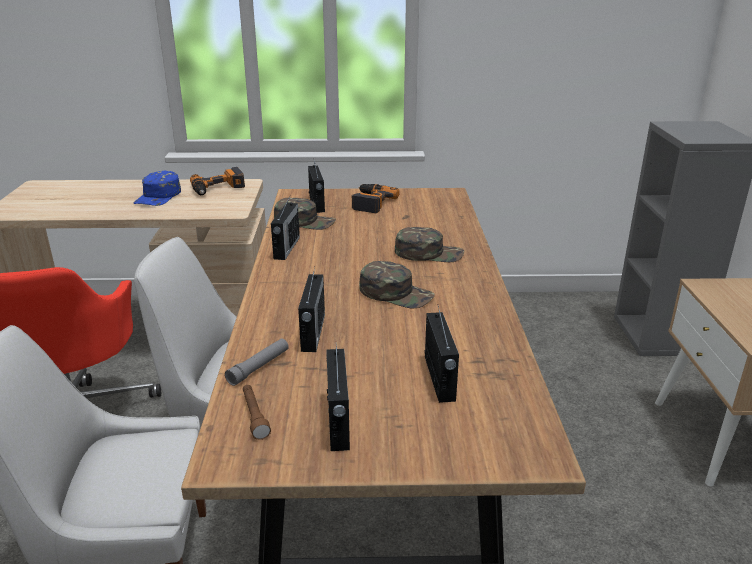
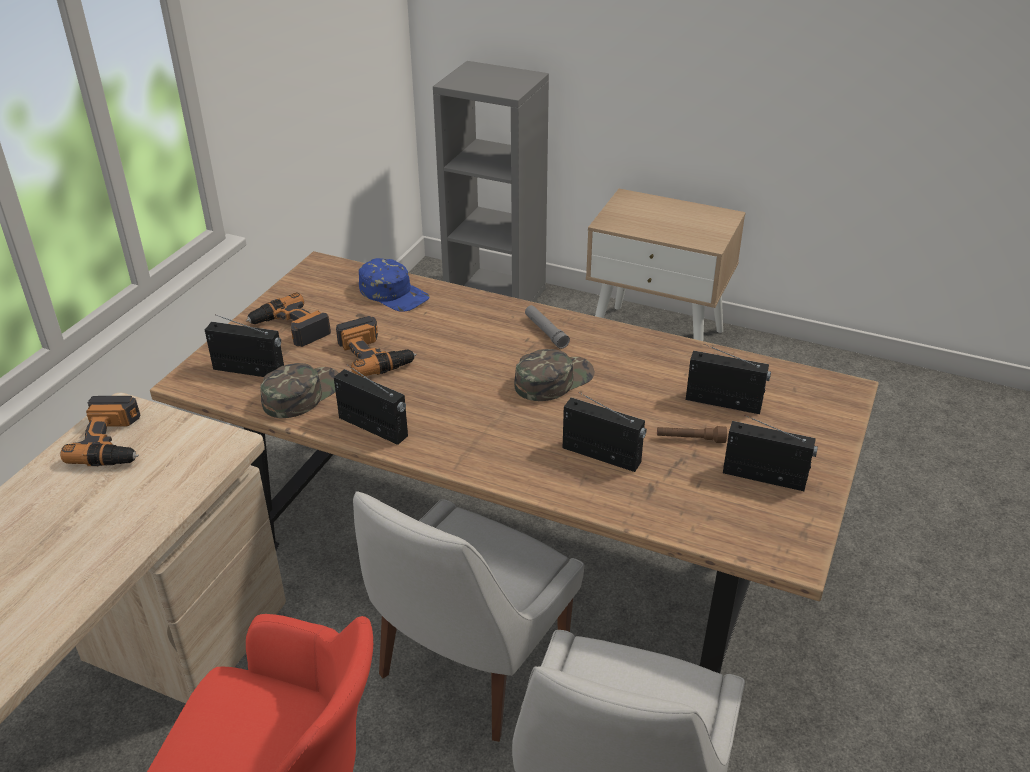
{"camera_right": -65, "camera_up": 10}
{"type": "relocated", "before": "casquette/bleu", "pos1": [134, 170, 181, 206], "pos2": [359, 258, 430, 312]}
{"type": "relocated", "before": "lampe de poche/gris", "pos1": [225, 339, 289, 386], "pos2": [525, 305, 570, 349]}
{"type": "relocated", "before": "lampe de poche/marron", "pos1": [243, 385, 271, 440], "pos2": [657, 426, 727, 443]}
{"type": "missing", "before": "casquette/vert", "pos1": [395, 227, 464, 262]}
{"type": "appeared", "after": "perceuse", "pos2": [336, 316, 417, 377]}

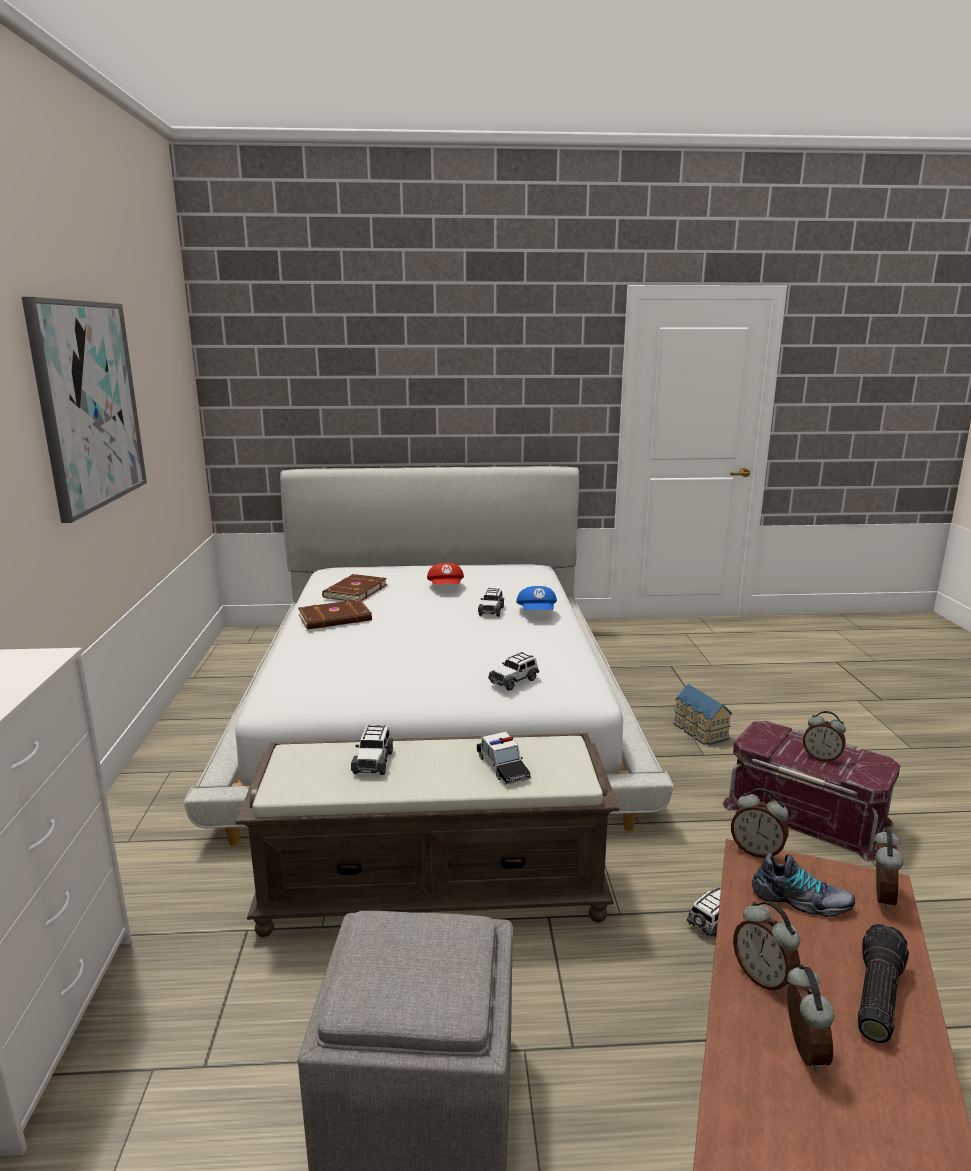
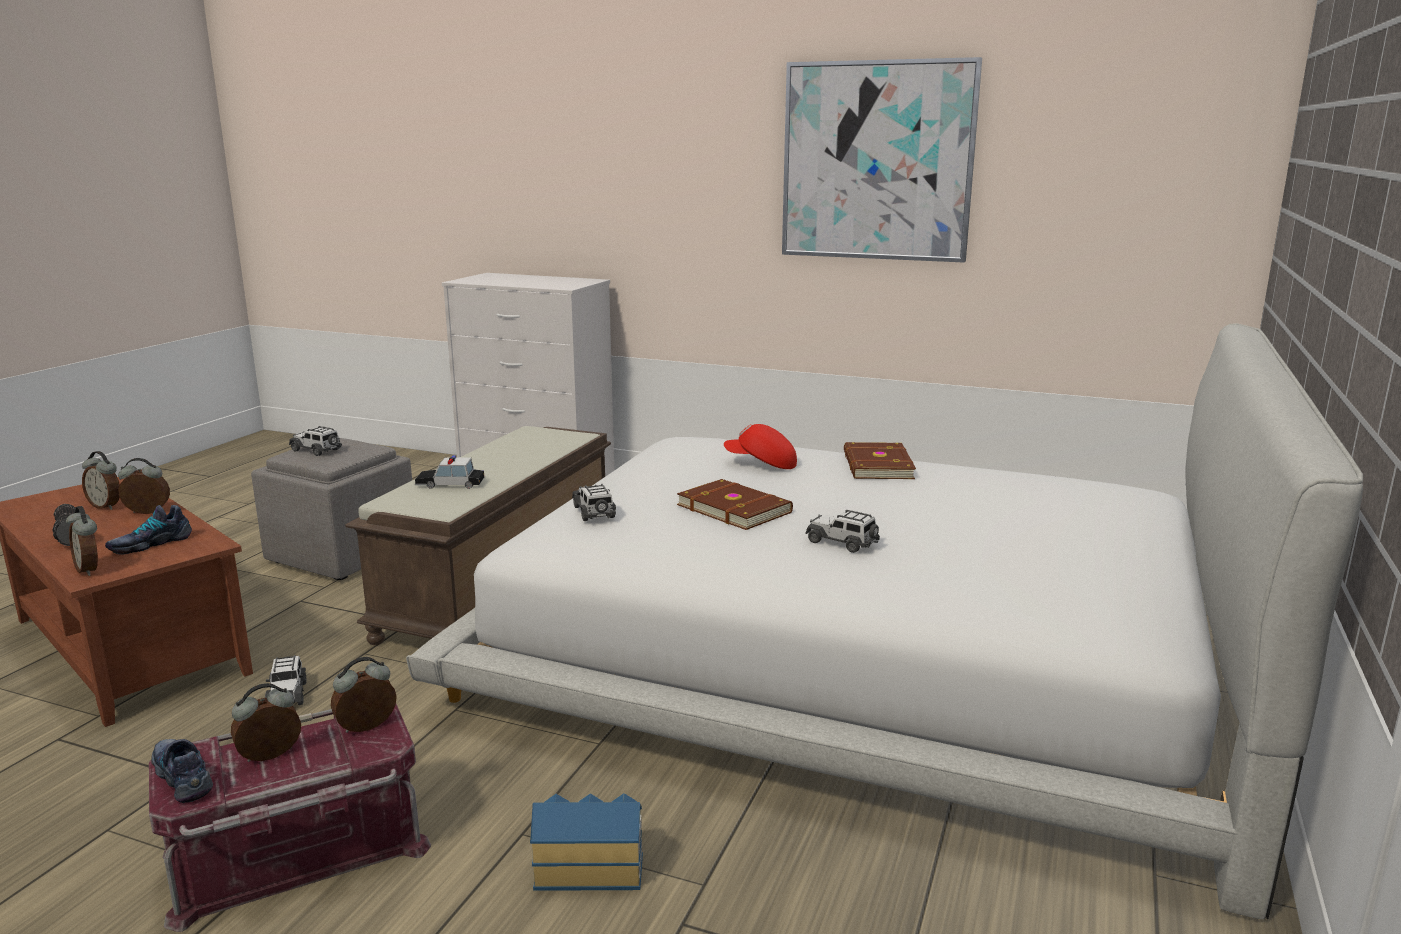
{"camera_right": 115, "camera_up": 0}
{"type": "relocated", "before": "livre/marron", "pos1": [322, 574, 387, 601], "pos2": [677, 479, 793, 530]}
{"type": "relocated", "before": "petite voiture", "pos1": [351, 725, 393, 775], "pos2": [289, 426, 342, 456]}
{"type": "relocated", "before": "casquette/rouge", "pos1": [427, 563, 464, 585], "pos2": [724, 424, 797, 469]}
{"type": "missing", "before": "casquette/bleu", "pos1": [516, 586, 557, 610]}
{"type": "relocated", "before": "réveil", "pos1": [731, 788, 789, 858], "pos2": [331, 657, 397, 733]}
{"type": "appeared", "after": "chaussure", "pos2": [151, 739, 213, 803]}

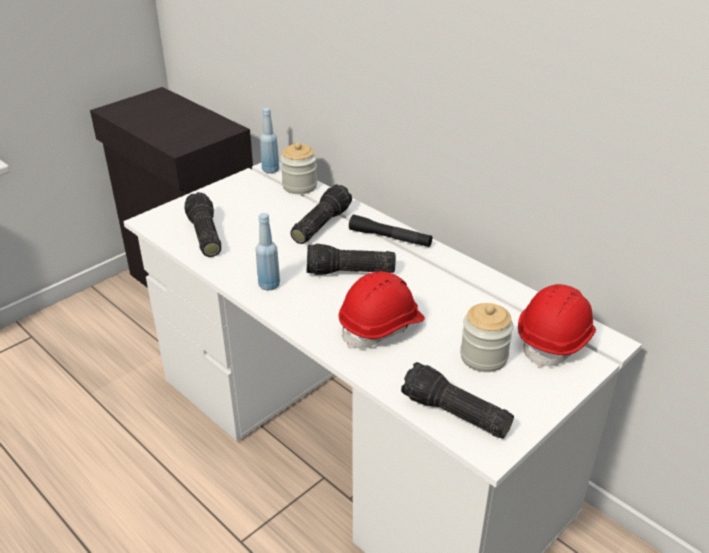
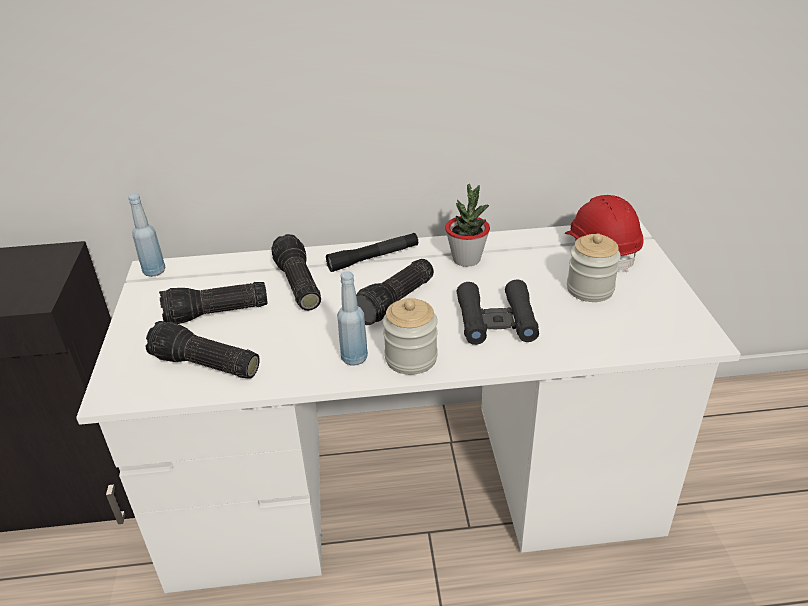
{"camera_right": -50, "camera_up": 0}
{"type": "relocated", "before": "bocal", "pos1": [280, 142, 317, 194], "pos2": [383, 298, 438, 375]}
{"type": "exchanged", "before": "casque de chantier/rouge", "after": "jumelles/noir", "pos1": [338, 271, 425, 349], "pos2": [457, 280, 539, 345]}
{"type": "relocated", "before": "lampe de poche", "pos1": [401, 362, 514, 439], "pos2": [159, 282, 267, 324]}
{"type": "appeared", "after": "plante en pot", "pos2": [445, 184, 490, 267]}

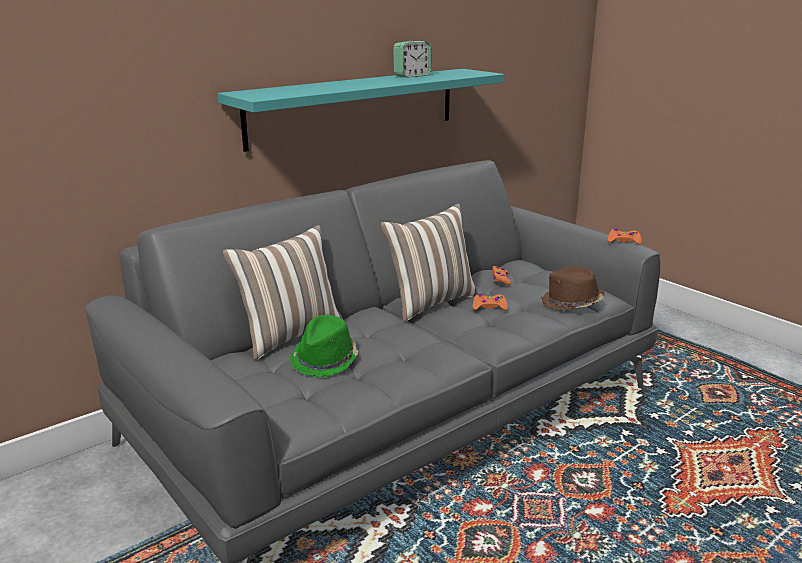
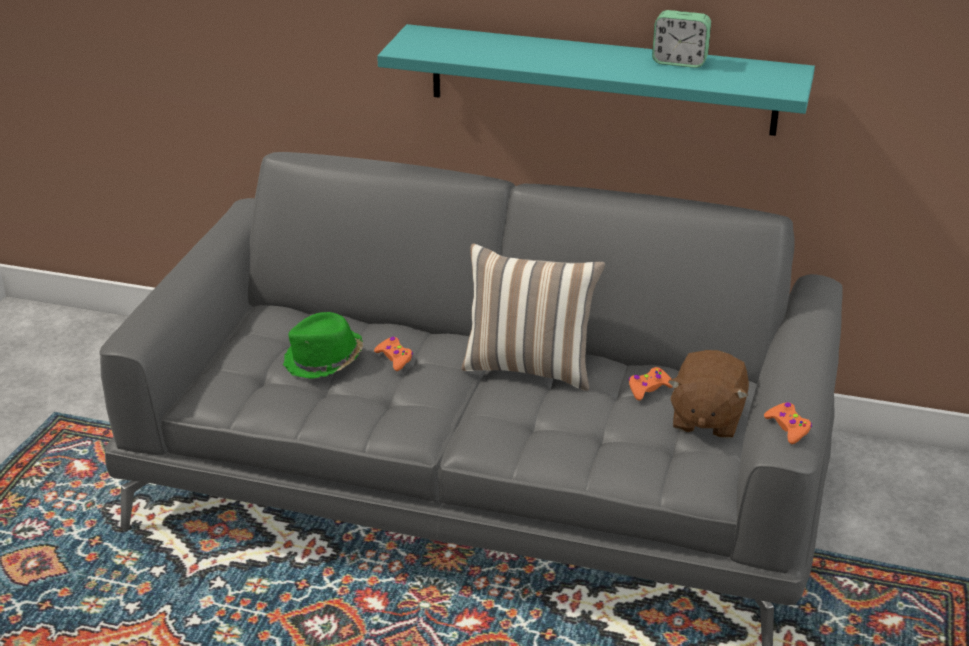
{"camera_right": 55, "camera_up": 10}
{"type": "missing", "before": "coussin", "pos1": [223, 225, 343, 360]}
{"type": "relocated", "before": "manette/orange", "pos1": [473, 294, 508, 311], "pos2": [374, 337, 413, 371]}
{"type": "missing", "before": "chapeau/marron", "pos1": [541, 266, 605, 310]}
{"type": "appeared", "after": "peluche/marron", "pos2": [668, 350, 749, 439]}

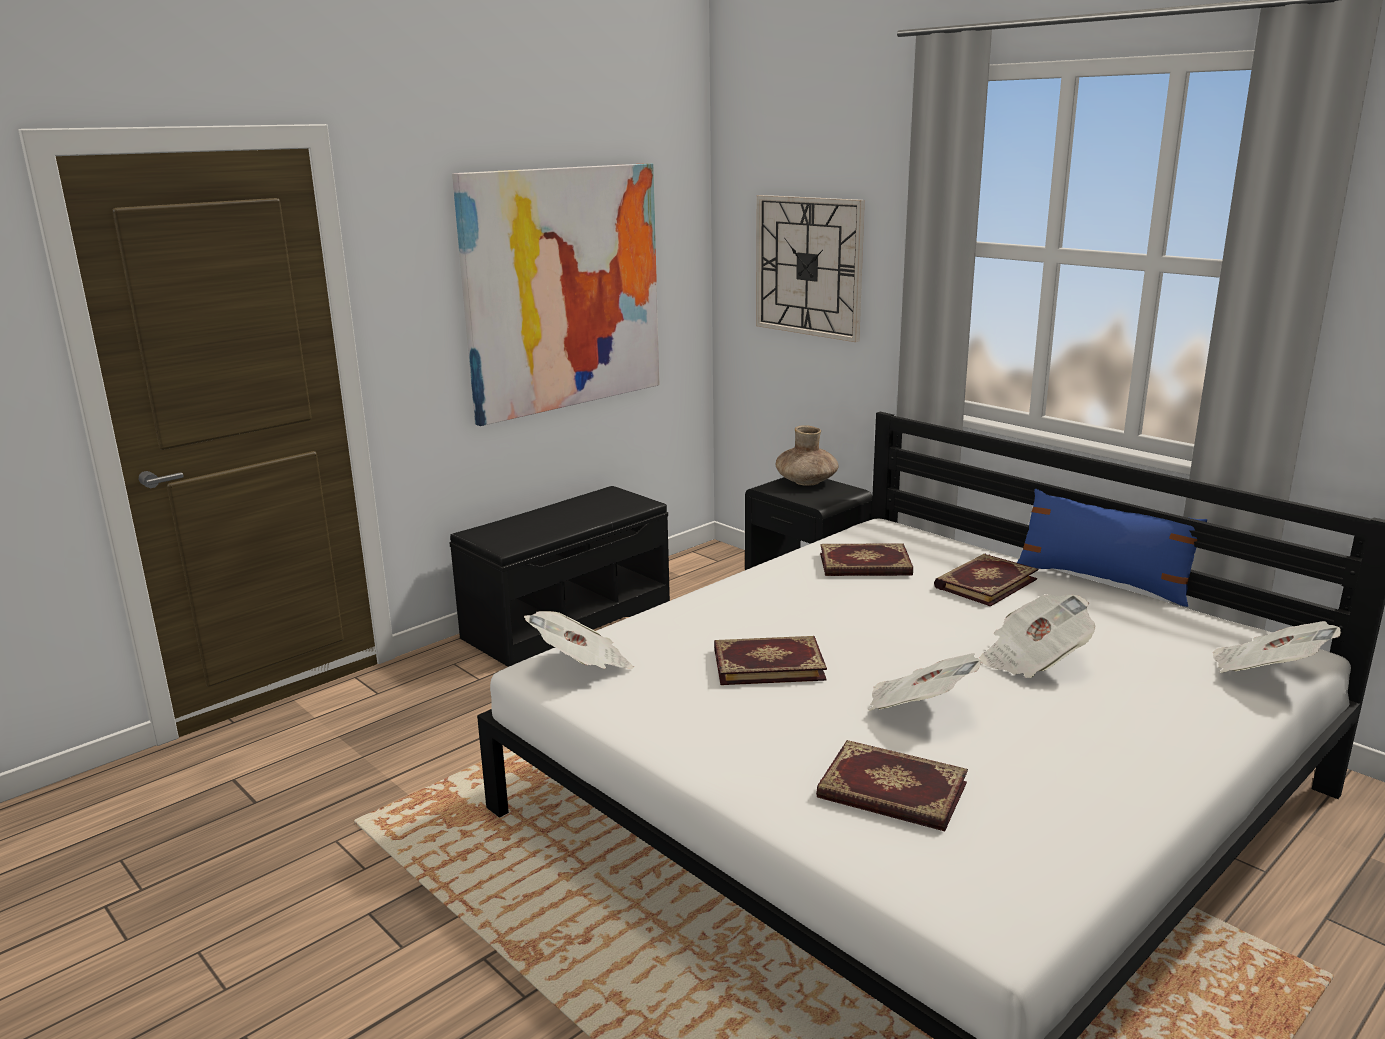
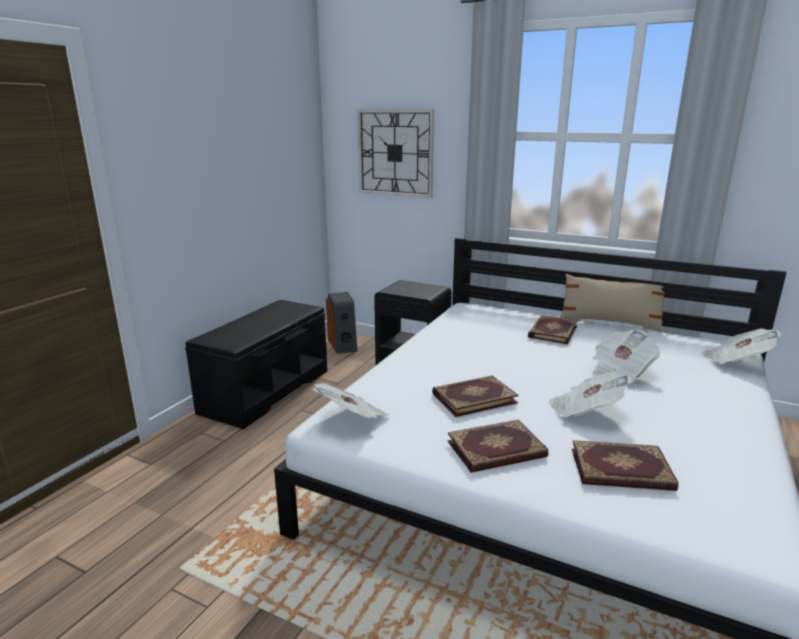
{"camera_right": -20, "camera_up": 0}
{"type": "missing", "before": "tableau", "pos1": [452, 163, 659, 426]}
{"type": "missing", "before": "vase/marron", "pos1": [776, 425, 839, 486]}
{"type": "relocated", "before": "livre", "pos1": [820, 543, 913, 576], "pos2": [447, 420, 548, 473]}
{"type": "colour", "before": "coussin/bleu", "after": "coussin/beige", "pos1": [1017, 489, 1207, 607], "pos2": [560, 274, 669, 332]}
{"type": "appeared", "after": "enceinte", "pos2": [326, 292, 357, 354]}

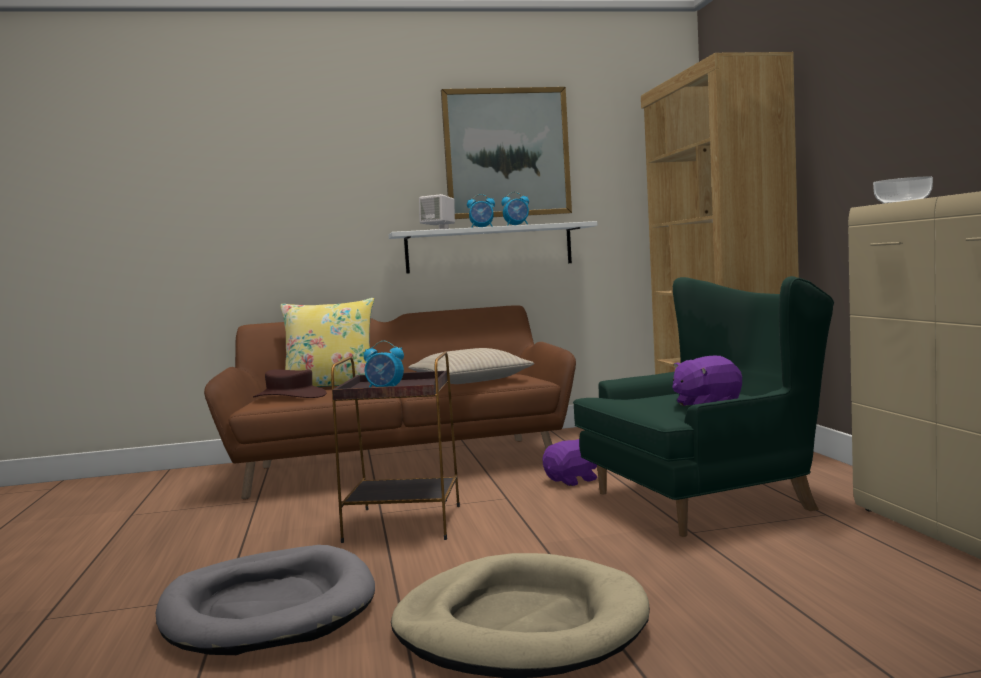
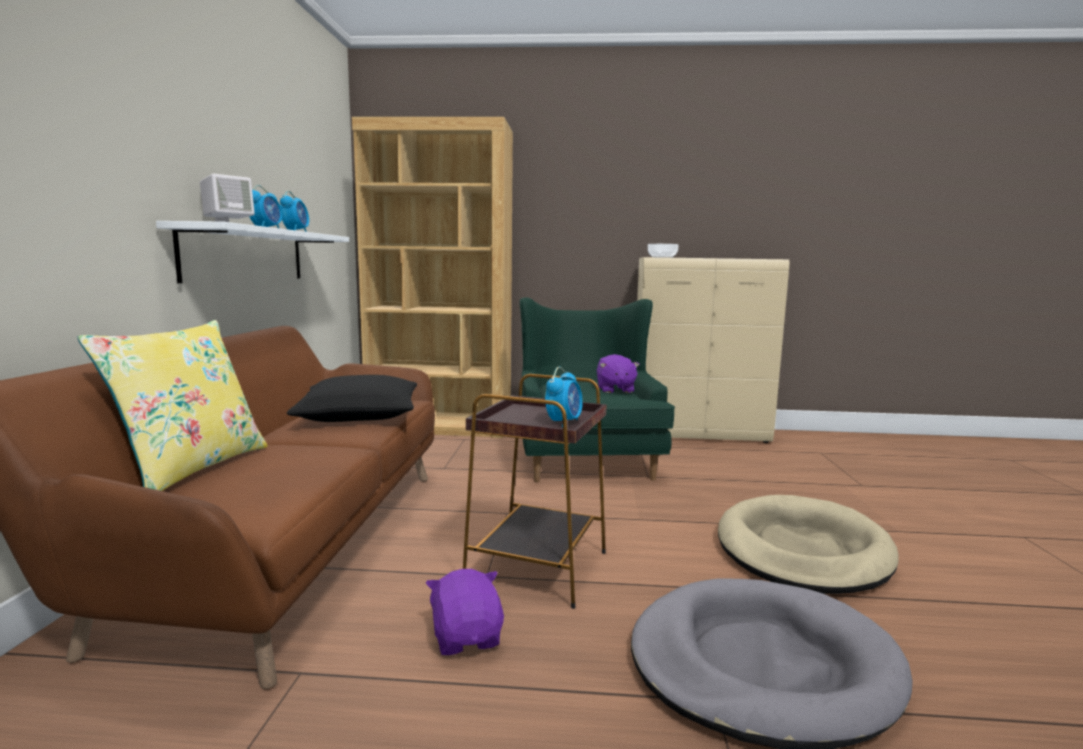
{"camera_right": -75, "camera_up": 5}
{"type": "missing", "before": "chapeau/marron", "pos1": [253, 369, 326, 398]}
{"type": "colour", "before": "coussin/beige", "after": "coussin/noir", "pos1": [408, 348, 534, 384], "pos2": [287, 375, 417, 422]}
{"type": "missing", "before": "tableau", "pos1": [441, 87, 572, 219]}
{"type": "relocated", "before": "peluche/violet", "pos1": [542, 439, 597, 486], "pos2": [426, 569, 504, 655]}

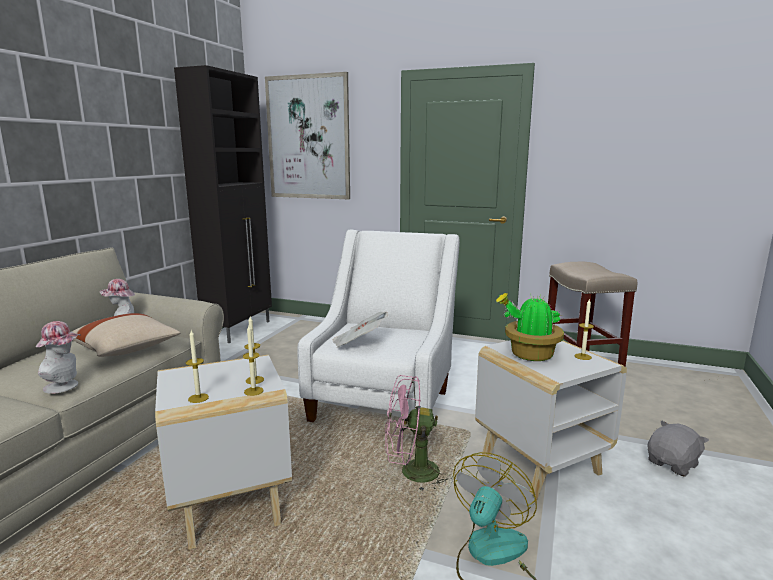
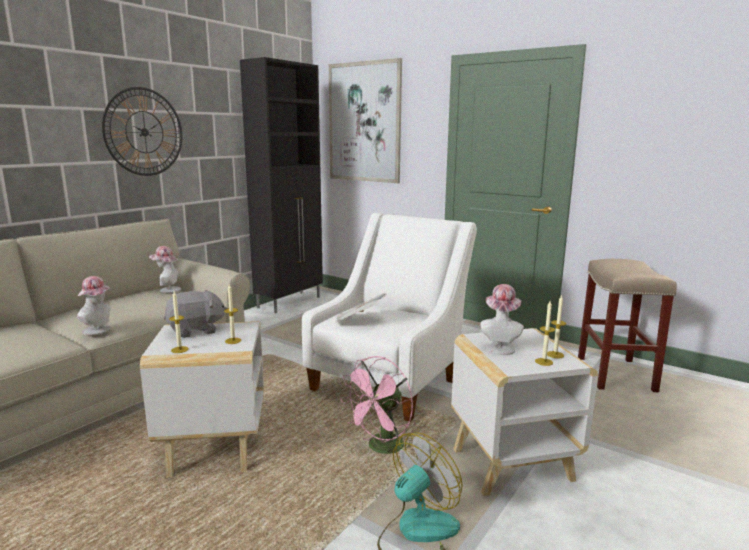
{"camera_right": 15, "camera_up": 0}
{"type": "missing", "before": "coussin/beige", "pos1": [72, 313, 181, 357]}
{"type": "relocated", "before": "bougie", "pos1": [243, 325, 263, 396], "pos2": [535, 301, 555, 366]}
{"type": "spun", "before": "ventilateur/rose", "pos1": [385, 375, 448, 492], "pos2": [340, 356, 413, 454], "turn": -60}
{"type": "exchanged", "before": "plante en pot", "after": "chapeau", "pos1": [496, 293, 564, 361], "pos2": [480, 284, 524, 355]}
{"type": "relocated", "before": "peluche/gris", "pos1": [647, 421, 709, 477], "pos2": [164, 290, 227, 338]}
{"type": "appeared", "after": "horloge murale", "pos2": [102, 87, 183, 176]}

